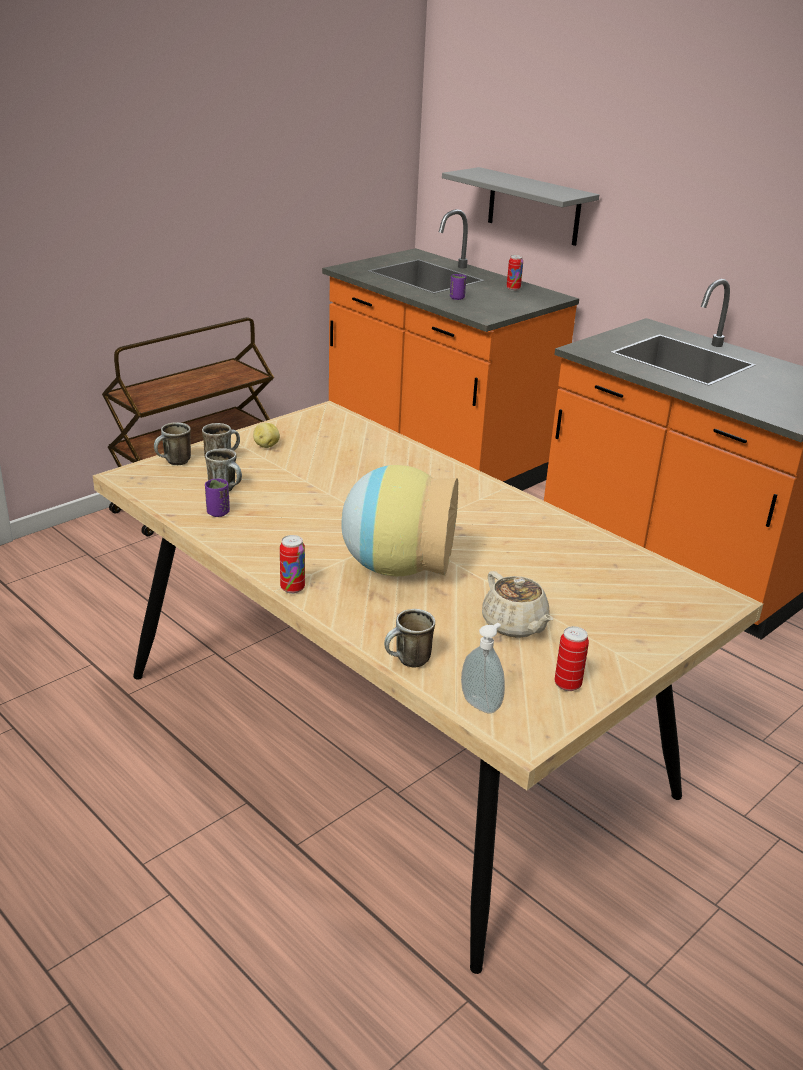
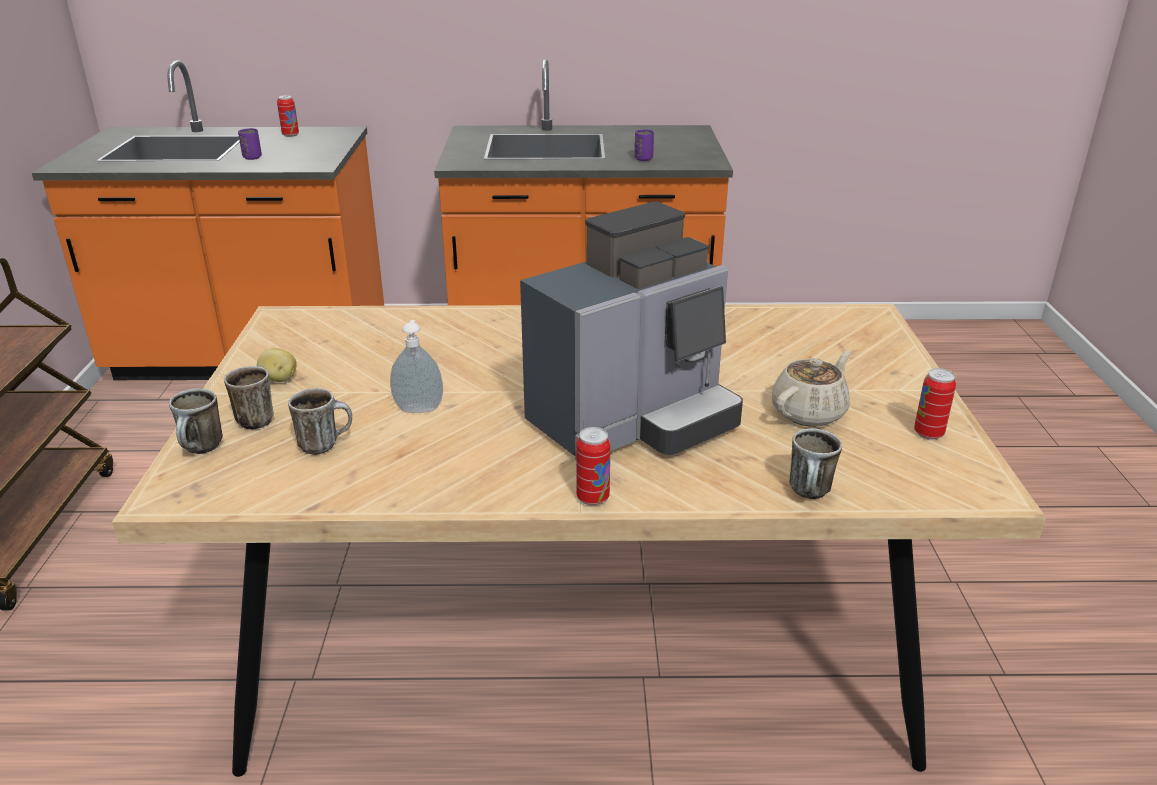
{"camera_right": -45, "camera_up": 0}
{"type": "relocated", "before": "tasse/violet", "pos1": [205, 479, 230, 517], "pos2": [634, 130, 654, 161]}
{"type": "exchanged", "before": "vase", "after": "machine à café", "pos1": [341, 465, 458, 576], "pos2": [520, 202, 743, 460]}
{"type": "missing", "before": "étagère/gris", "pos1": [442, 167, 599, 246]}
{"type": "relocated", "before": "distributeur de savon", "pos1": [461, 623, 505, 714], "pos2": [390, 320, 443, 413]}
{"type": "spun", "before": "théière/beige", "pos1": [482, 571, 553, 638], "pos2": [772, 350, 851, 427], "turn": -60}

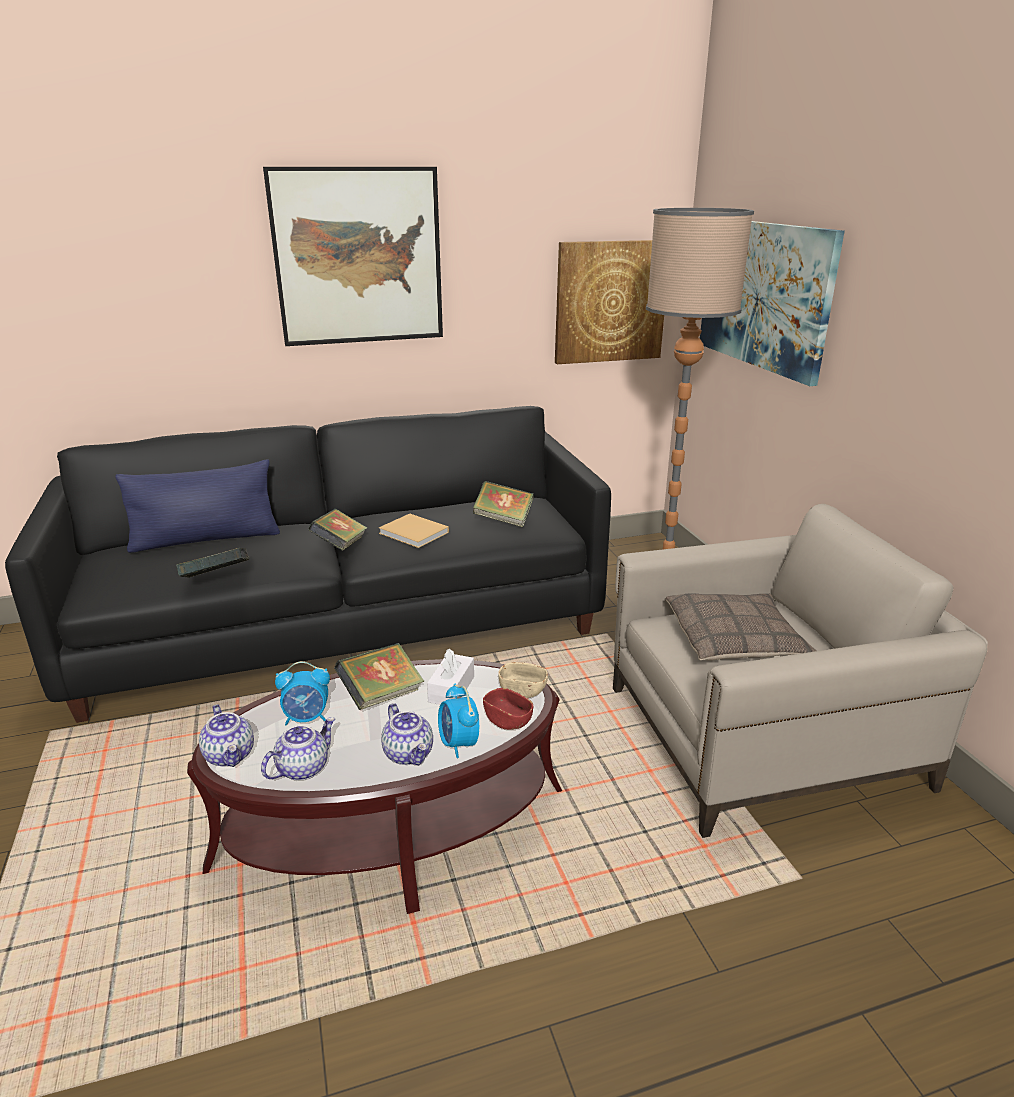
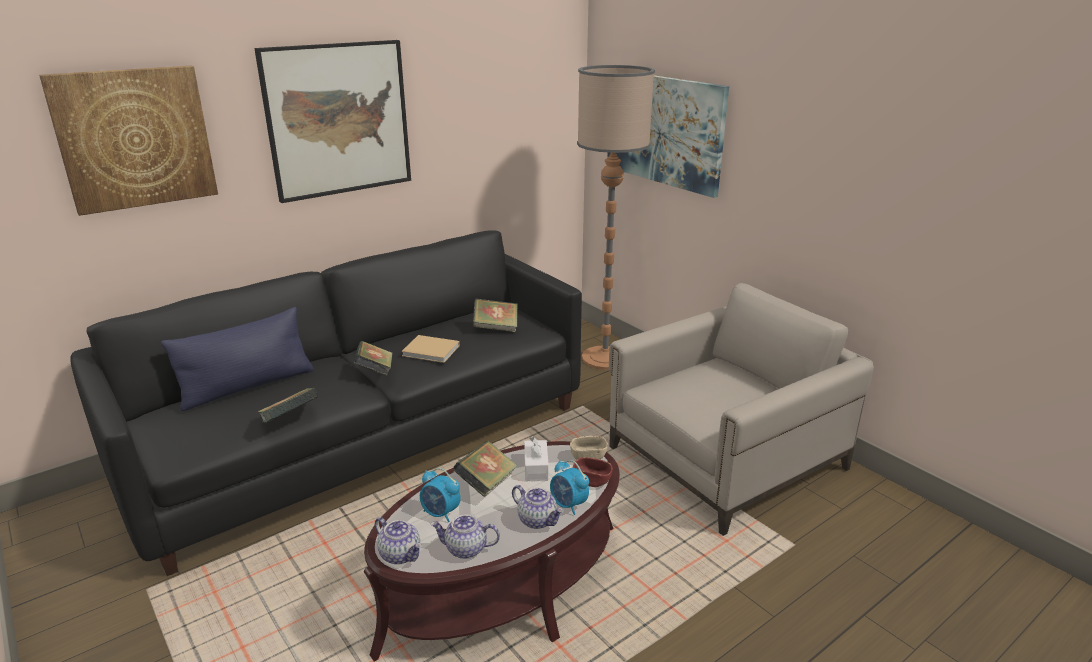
{"camera_right": -20, "camera_up": 0}
{"type": "spun", "before": "théière", "pos1": [261, 717, 335, 781], "pos2": [431, 515, 500, 559], "turn": -105}
{"type": "spun", "before": "réveil", "pos1": [275, 661, 330, 725], "pos2": [420, 468, 461, 522], "turn": 60}
{"type": "relocated", "before": "tableau", "pos1": [555, 240, 664, 364], "pos2": [39, 65, 218, 216]}
{"type": "missing", "before": "coussin", "pos1": [665, 593, 816, 661]}

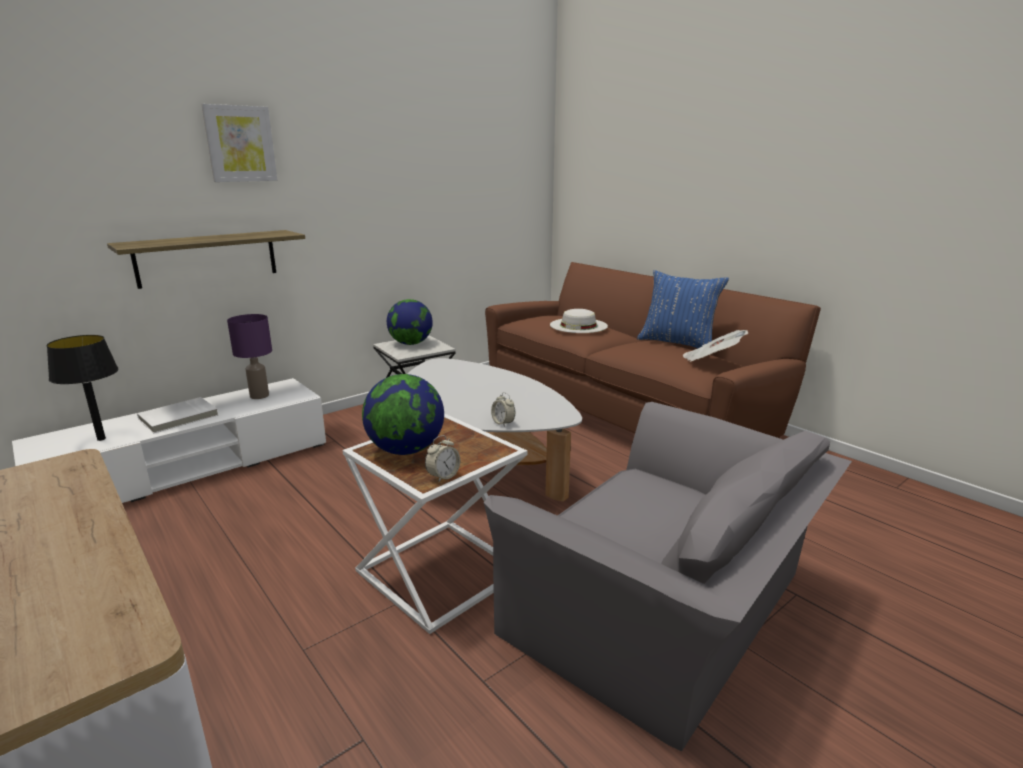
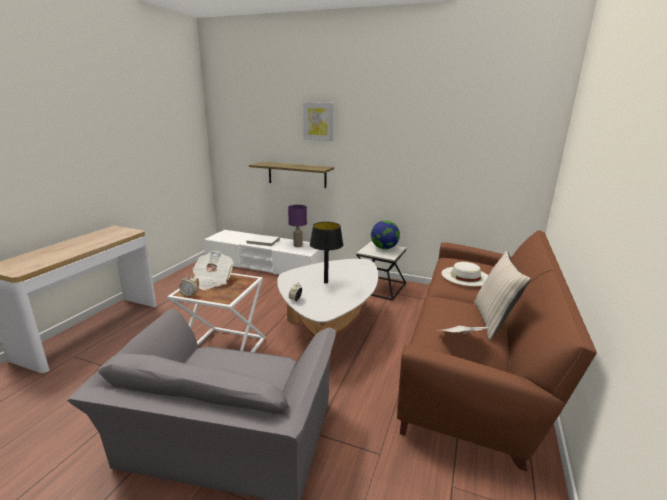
{"camera_right": 60, "camera_up": 0}
{"type": "relocated", "before": "lampe de table/noir", "pos1": [47, 335, 118, 441], "pos2": [310, 222, 343, 283]}
{"type": "exchanged", "before": "globe", "after": "journal", "pos1": [362, 374, 444, 455], "pos2": [192, 251, 234, 290]}
{"type": "colour", "before": "coussin/bleu", "after": "coussin/beige", "pos1": [637, 270, 729, 348], "pos2": [474, 251, 531, 340]}

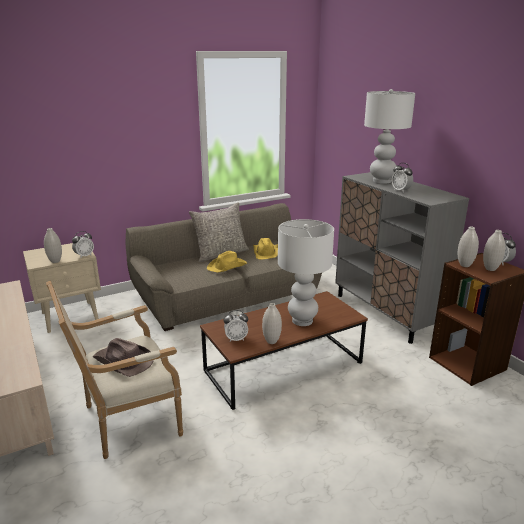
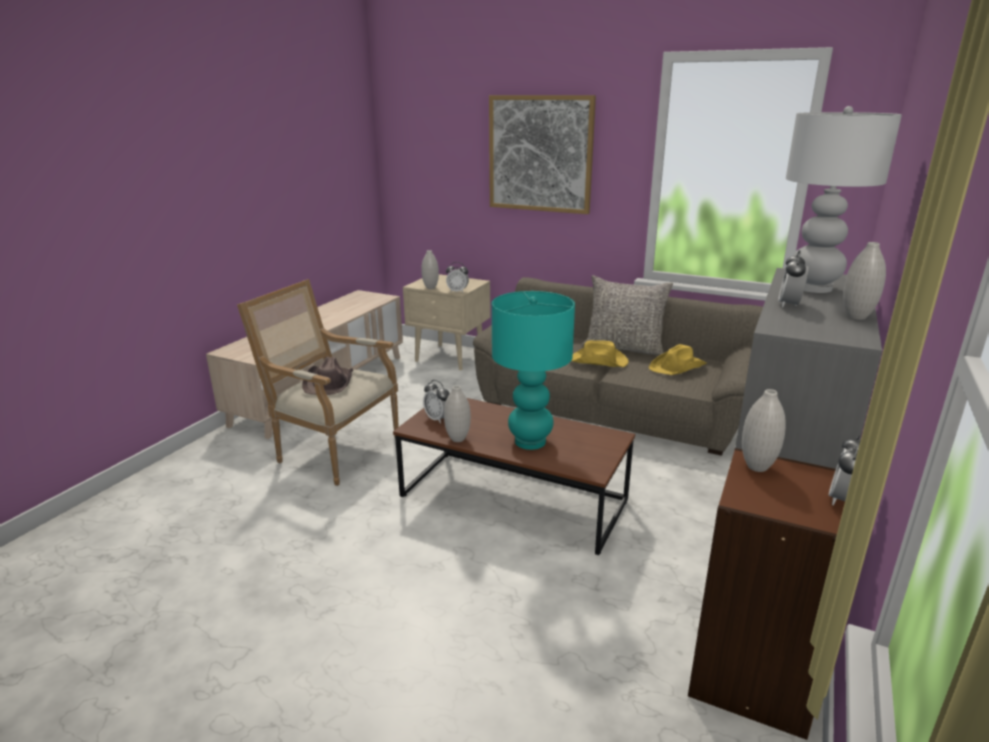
{"camera_right": 55, "camera_up": 0}
{"type": "colour", "before": "lampe de table/blanc", "after": "lampe de table/turquoise", "pos1": [278, 219, 334, 326], "pos2": [492, 291, 575, 450]}
{"type": "relocated", "before": "vase/blanc", "pos1": [483, 230, 505, 271], "pos2": [843, 242, 886, 320]}
{"type": "appeared", "after": "tableau", "pos2": [489, 95, 596, 214]}

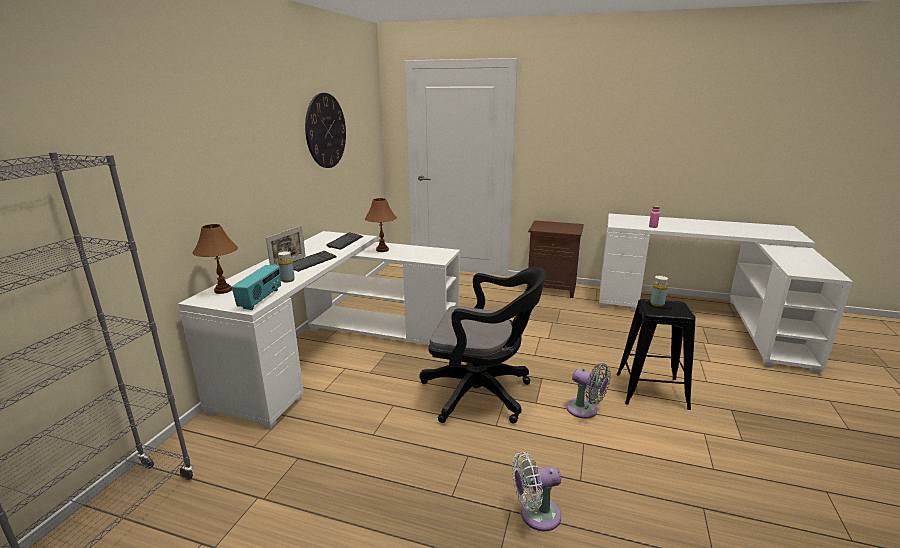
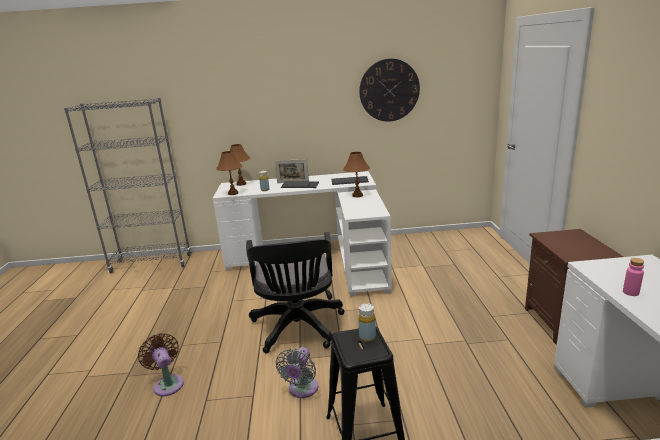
{"camera_right": 70, "camera_up": 0}
{"type": "exchanged", "before": "radio", "after": "lampe de table/marron", "pos1": [232, 265, 281, 310], "pos2": [216, 151, 242, 195]}
{"type": "colour", "before": "ventilateur/blanc", "after": "ventilateur/marron", "pos1": [512, 452, 561, 531], "pos2": [138, 333, 184, 396]}

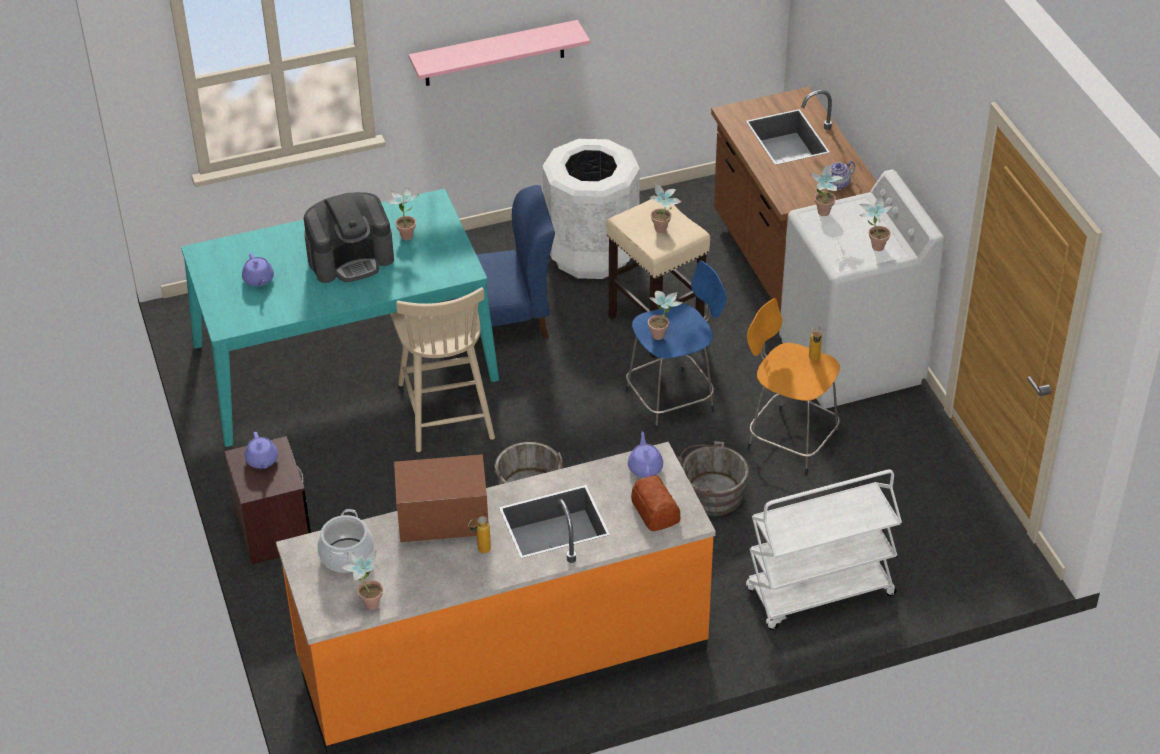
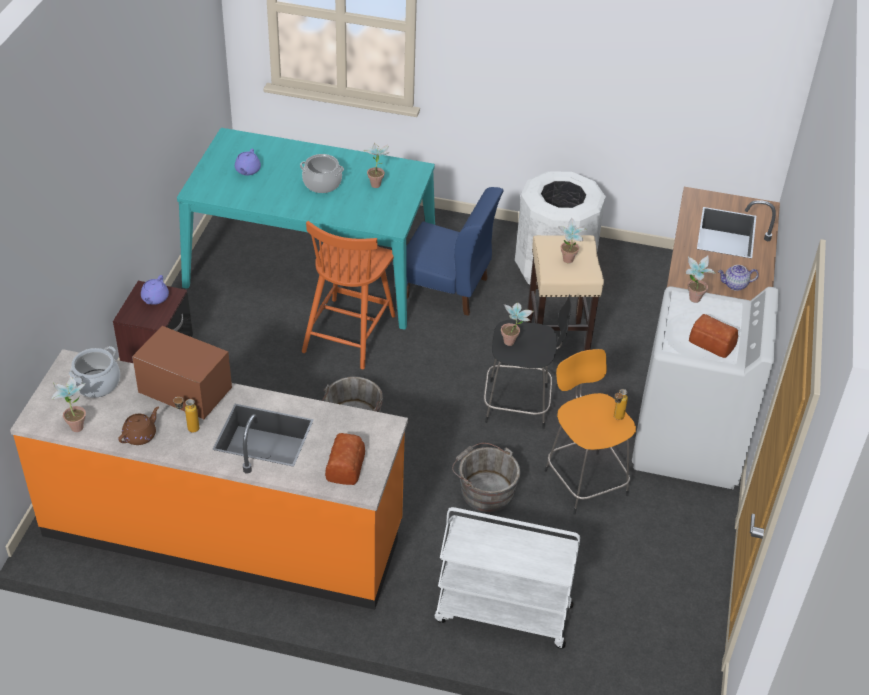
{"camera_right": 30, "camera_up": 0}
{"type": "exchanged", "before": "machine à café", "after": "marmite", "pos1": [304, 192, 394, 283], "pos2": [300, 154, 344, 193]}
{"type": "colour", "before": "chaise/beige", "after": "chaise/orange", "pos1": [390, 287, 495, 452], "pos2": [302, 221, 395, 369]}
{"type": "missing", "before": "étagère/rose", "pos1": [409, 20, 590, 86]}
{"type": "colour", "before": "tabouret/bleu", "after": "tabouret/noir", "pos1": [626, 261, 727, 433], "pos2": [484, 294, 572, 429]}
{"type": "missing", "before": "théière/violet", "pos1": [628, 431, 663, 477]}
{"type": "exchanged", "before": "plante en pot", "after": "pain", "pos1": [859, 196, 893, 251], "pos2": [689, 314, 738, 358]}
{"type": "appeared", "after": "théière/marron", "pos2": [118, 406, 159, 445]}

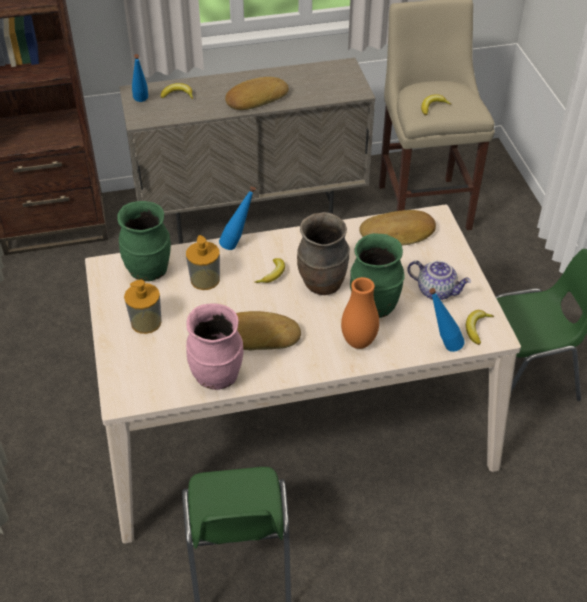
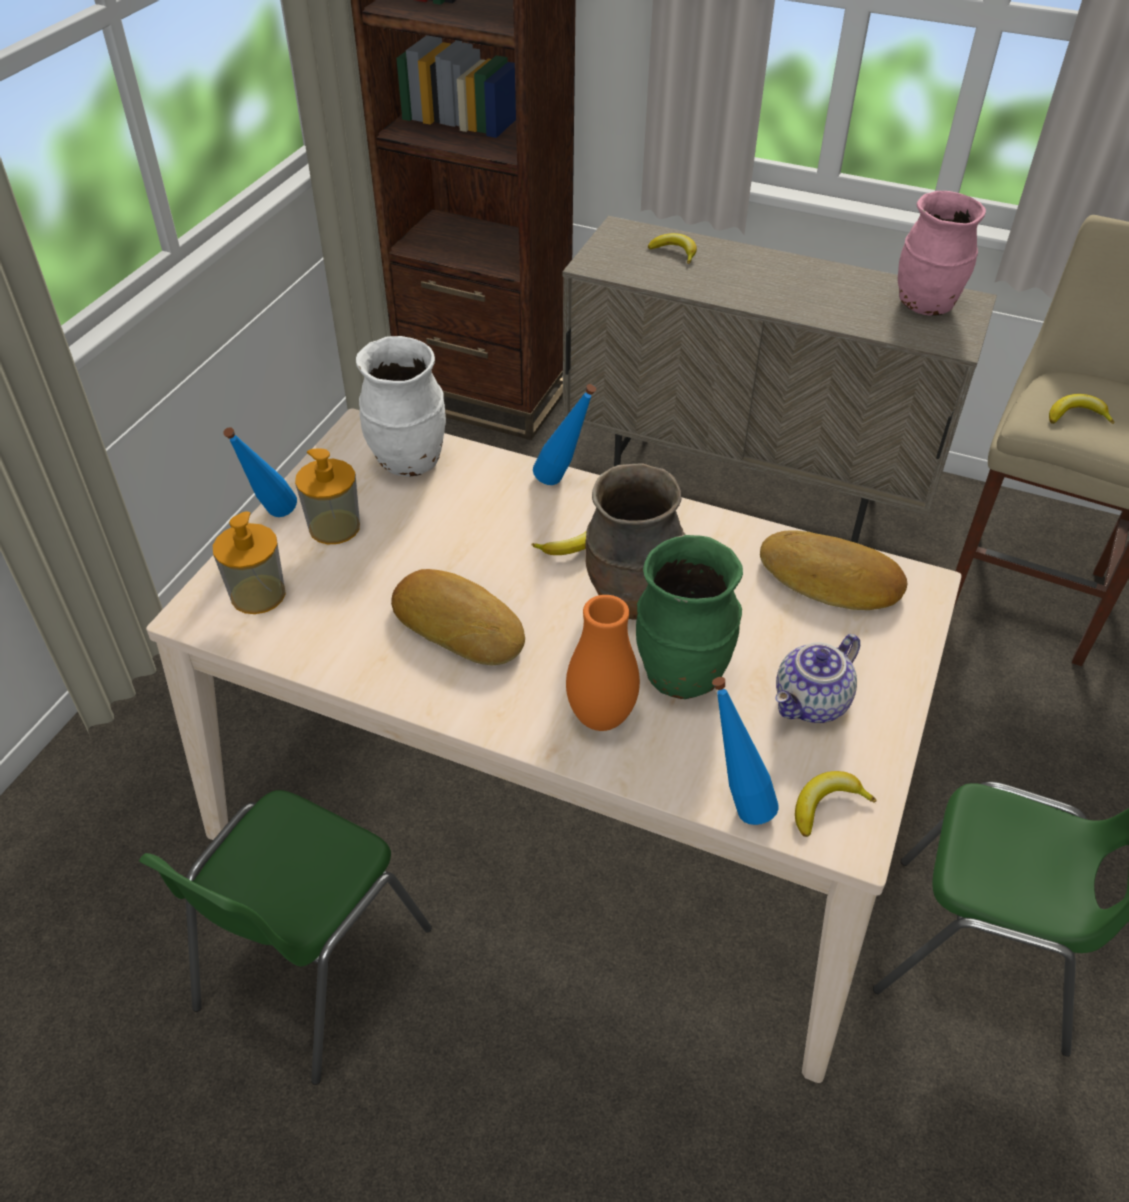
{"camera_right": 35, "camera_up": 0}
{"type": "colour", "before": "vase/vert", "after": "vase/blanc", "pos1": [117, 201, 171, 281], "pos2": [356, 336, 446, 477]}
{"type": "relocated", "before": "bouteille/bleu", "pos1": [132, 54, 148, 102], "pos2": [223, 427, 297, 517]}
{"type": "relocated", "before": "distributeur de savon", "pos1": [186, 235, 220, 290], "pos2": [213, 511, 286, 614]}
{"type": "relocated", "before": "vase/rose", "pos1": [186, 303, 244, 390], "pos2": [898, 191, 986, 316]}
{"type": "missing", "before": "pain", "pos1": [225, 77, 289, 110]}
{"type": "spun", "before": "théière", "pos1": [407, 261, 471, 300], "pos2": [776, 634, 860, 723], "turn": 75}

